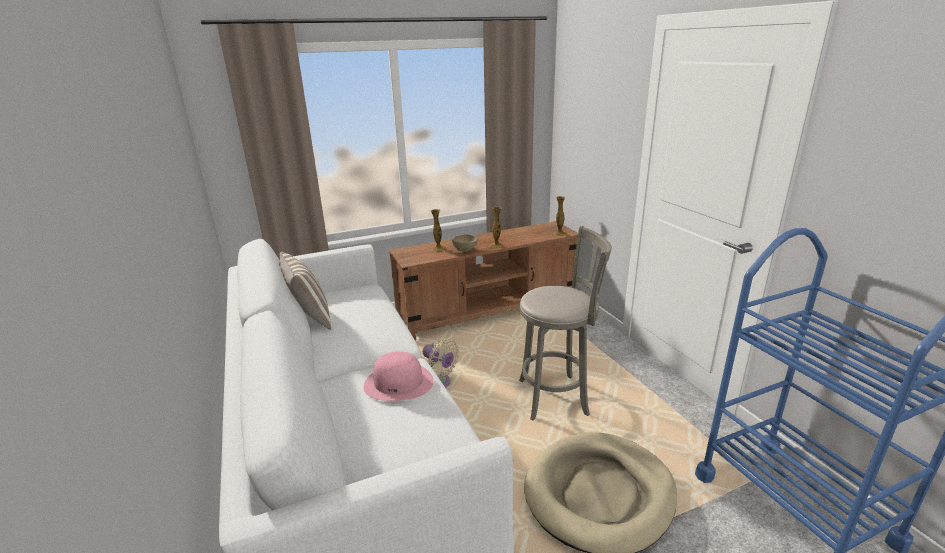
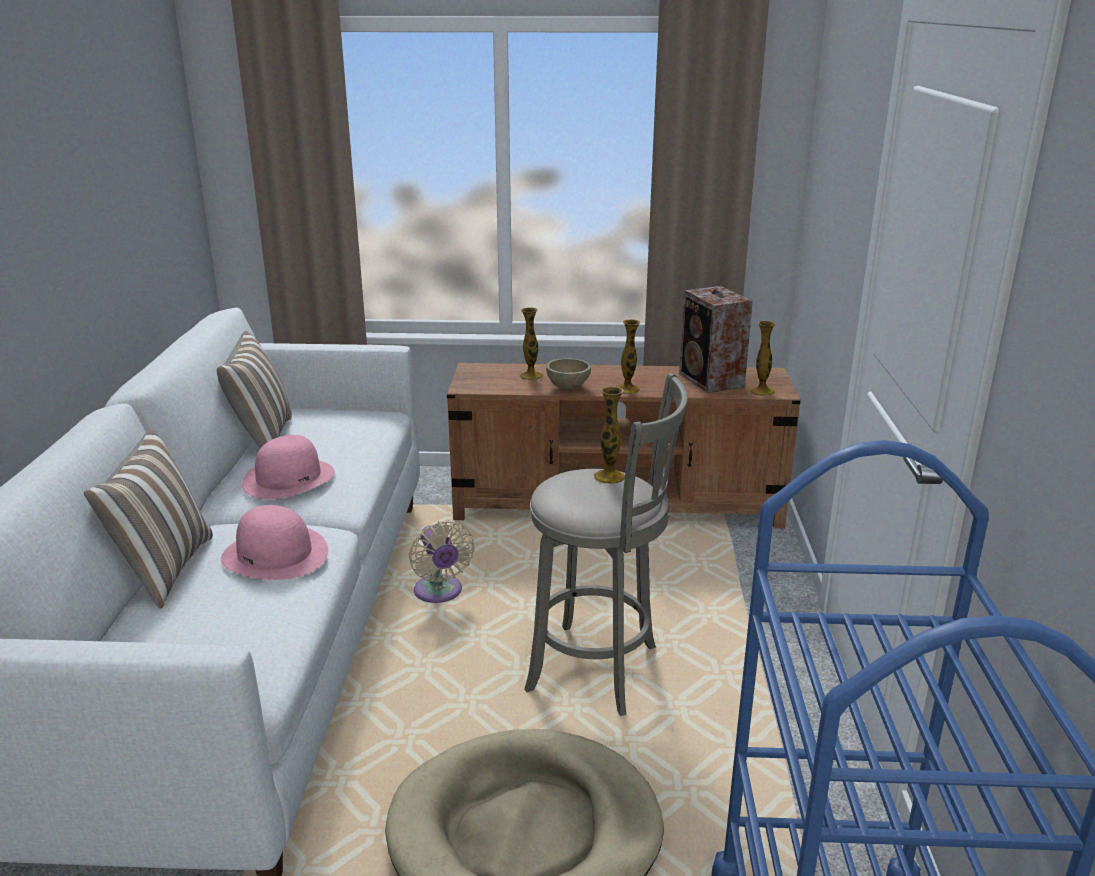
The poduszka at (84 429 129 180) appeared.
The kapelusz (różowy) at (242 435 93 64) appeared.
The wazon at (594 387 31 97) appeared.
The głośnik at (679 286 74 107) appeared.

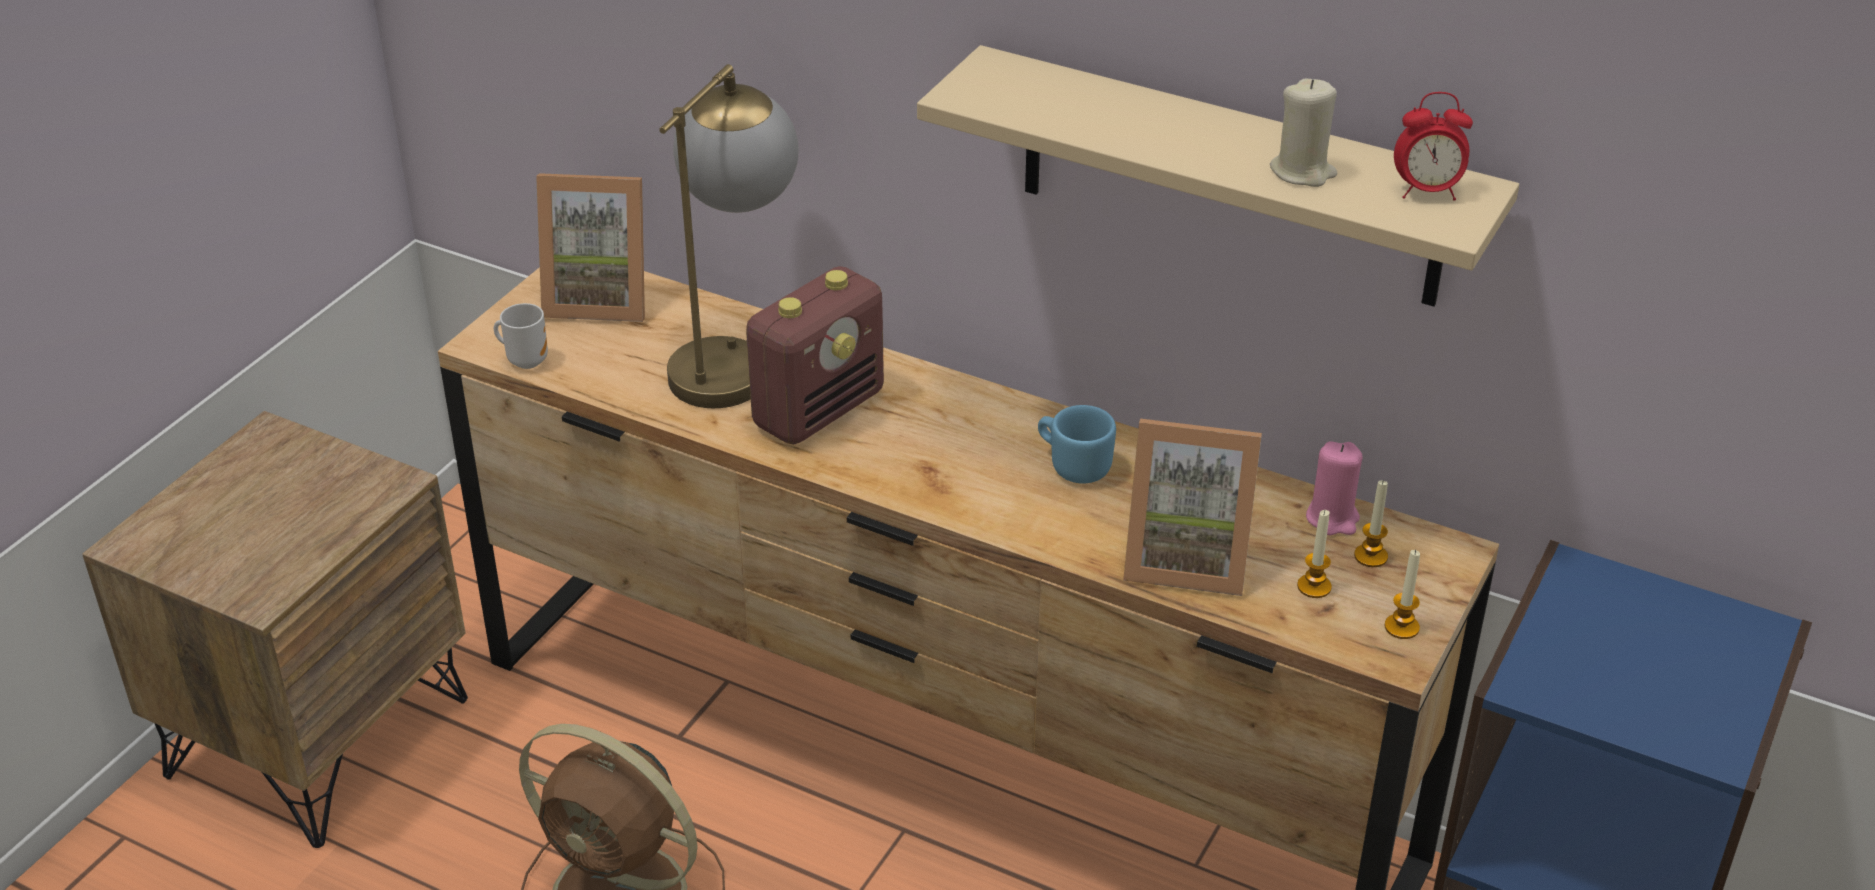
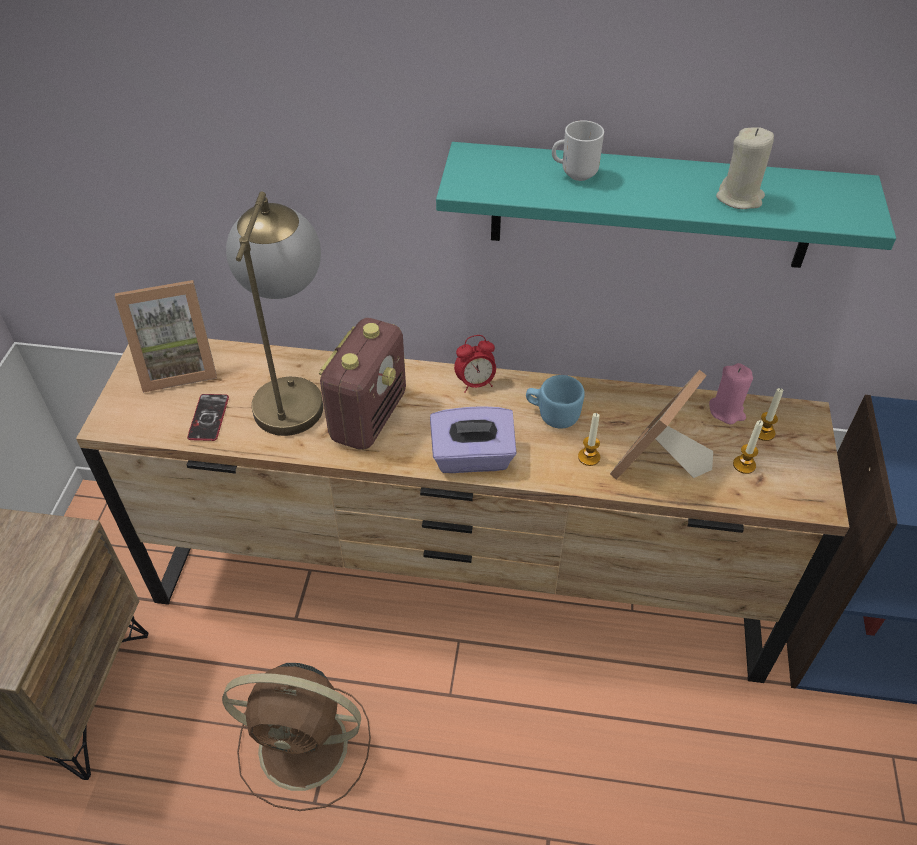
The telefon at (187 394 42 47) appeared.
The pudełko chusteczek (fioletowy) at (430 407 87 66) appeared.
The kubek moved from (494 303 54 66) to (552 120 52 61).
The świeca moved from (1384 550 36 89) to (578 413 22 53).
The budzik moved from (1394 92 79 109) to (454 335 42 58).
The półka (beżowy) at (917 45 602 262) became the półka (turkusowy) at (436 142 460 126).
The ramka na zdjęcie at (1123 419 139 177) turned 135 degrees clockwise.

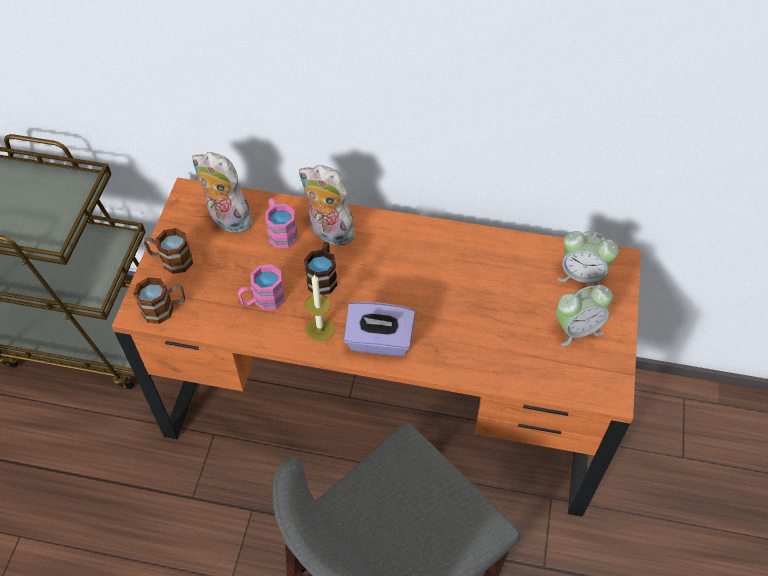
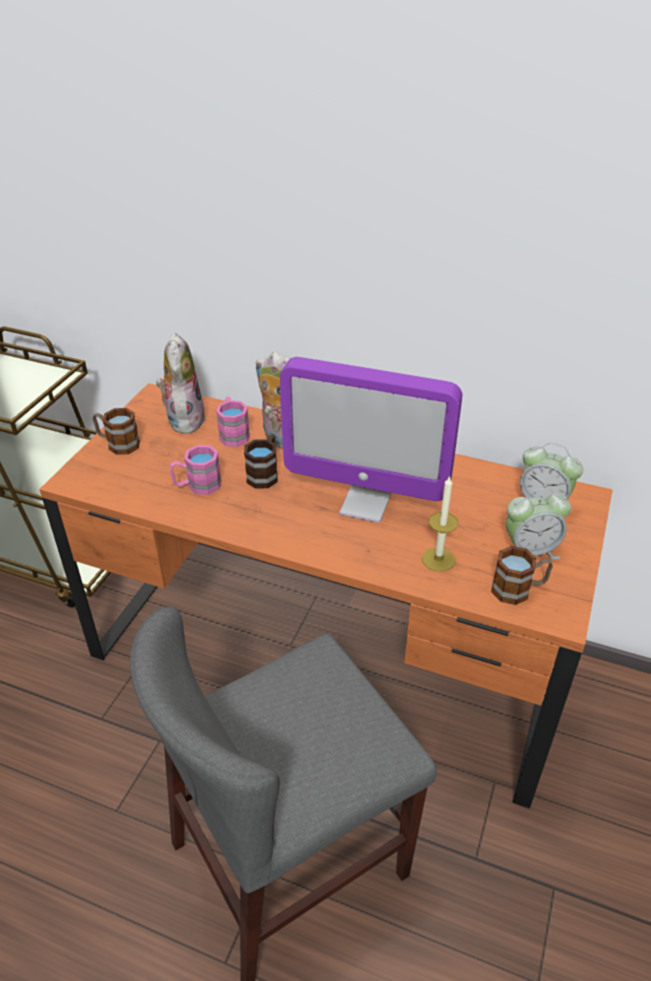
The pudełko chusteczek (fioletowy) at (344 302 71 54) disappeared.
The monitor at (280 357 182 166) appeared.
The kubek moved from (133 277 52 47) to (491 546 62 59).
The świeca moved from (305 274 30 68) to (422 475 36 97).
The pluszak at (192 152 61 81) turned 45 degrees clockwise.

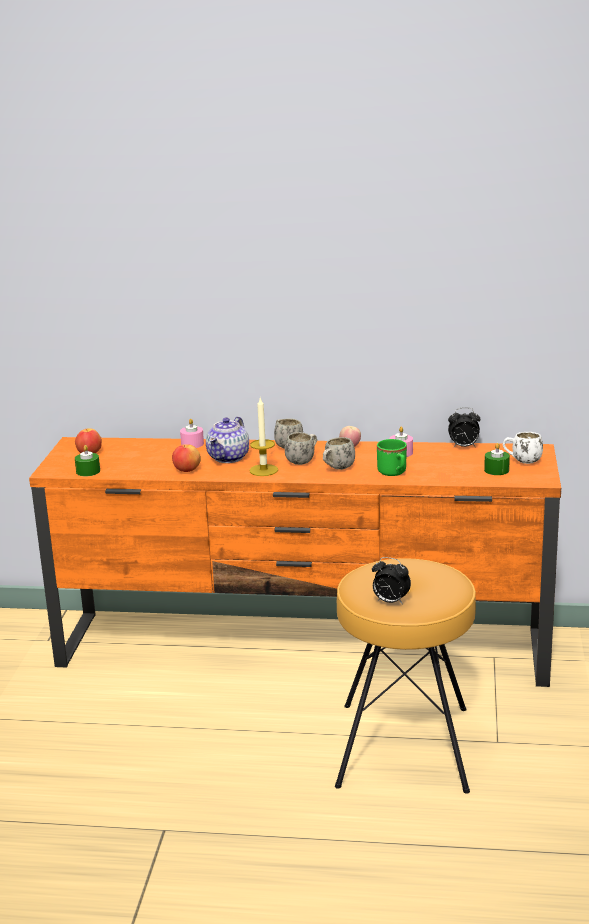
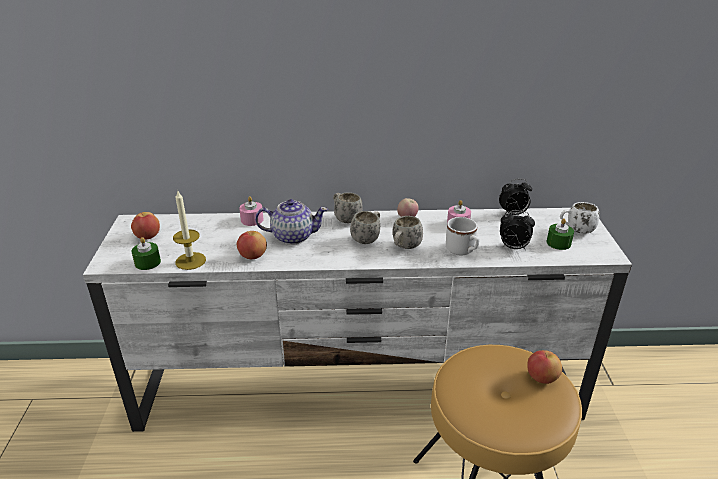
The jabłko at (527 350 35 34) appeared.
The świeca moved from (249 398 29 78) to (173 191 33 79).
The budzik moved from (372 557 39 48) to (500 210 35 40).
The szafka pod telewizor (pomarańczowy) at (29 437 532 250) became the szafka pod telewizor (biały) at (83 208 549 224).
The kubek (zielony) at (377 439 30 37) became the kubek (biały) at (446 217 34 39).
The imbryk at (206 416 43 47) turned 105 degrees counterclockwise.

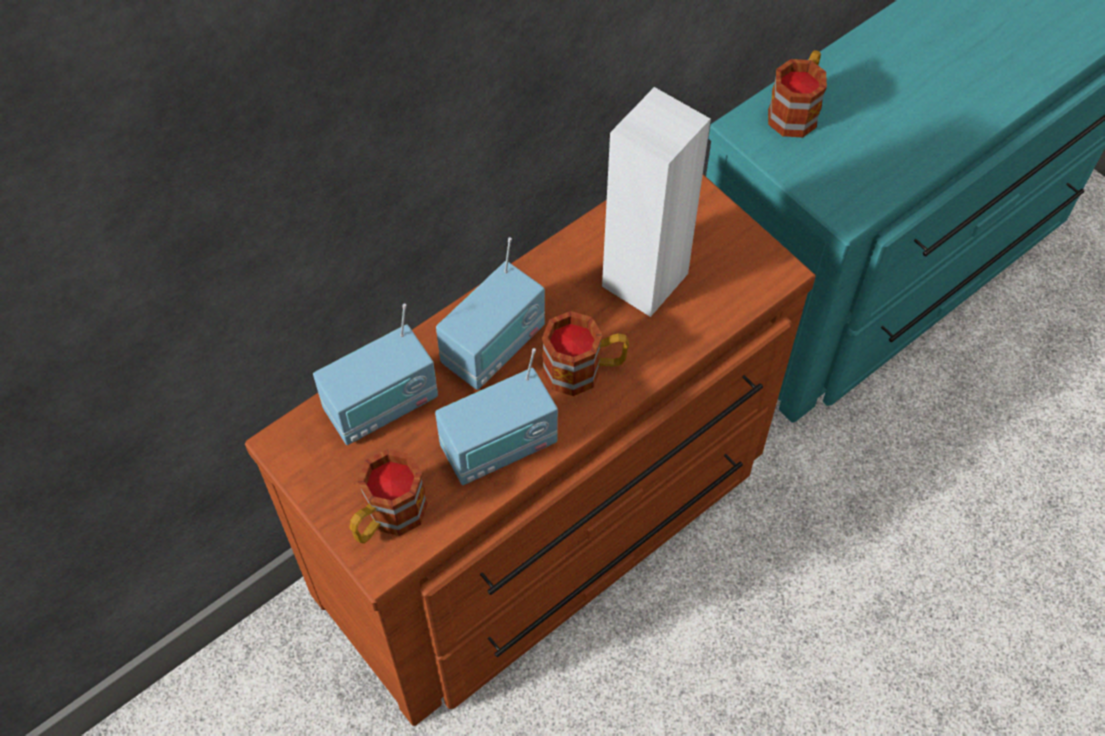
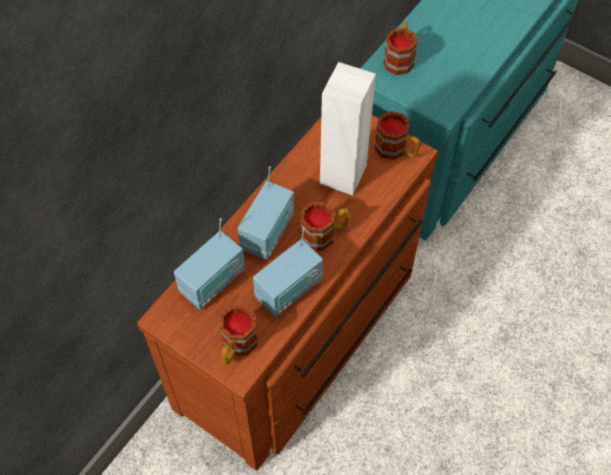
The kubek at (374 111 46 49) appeared.

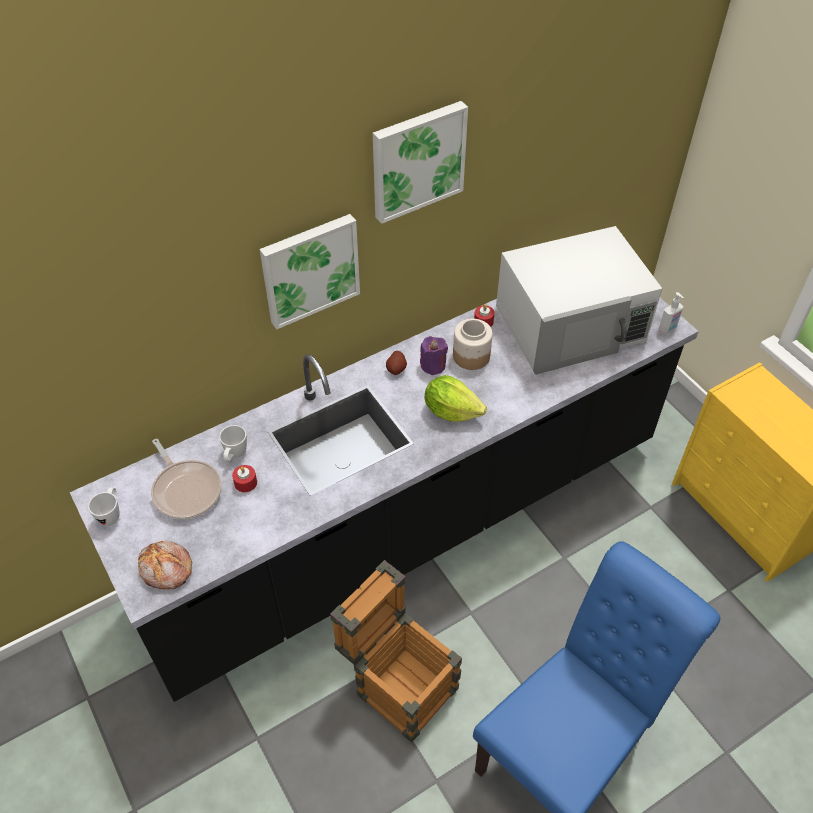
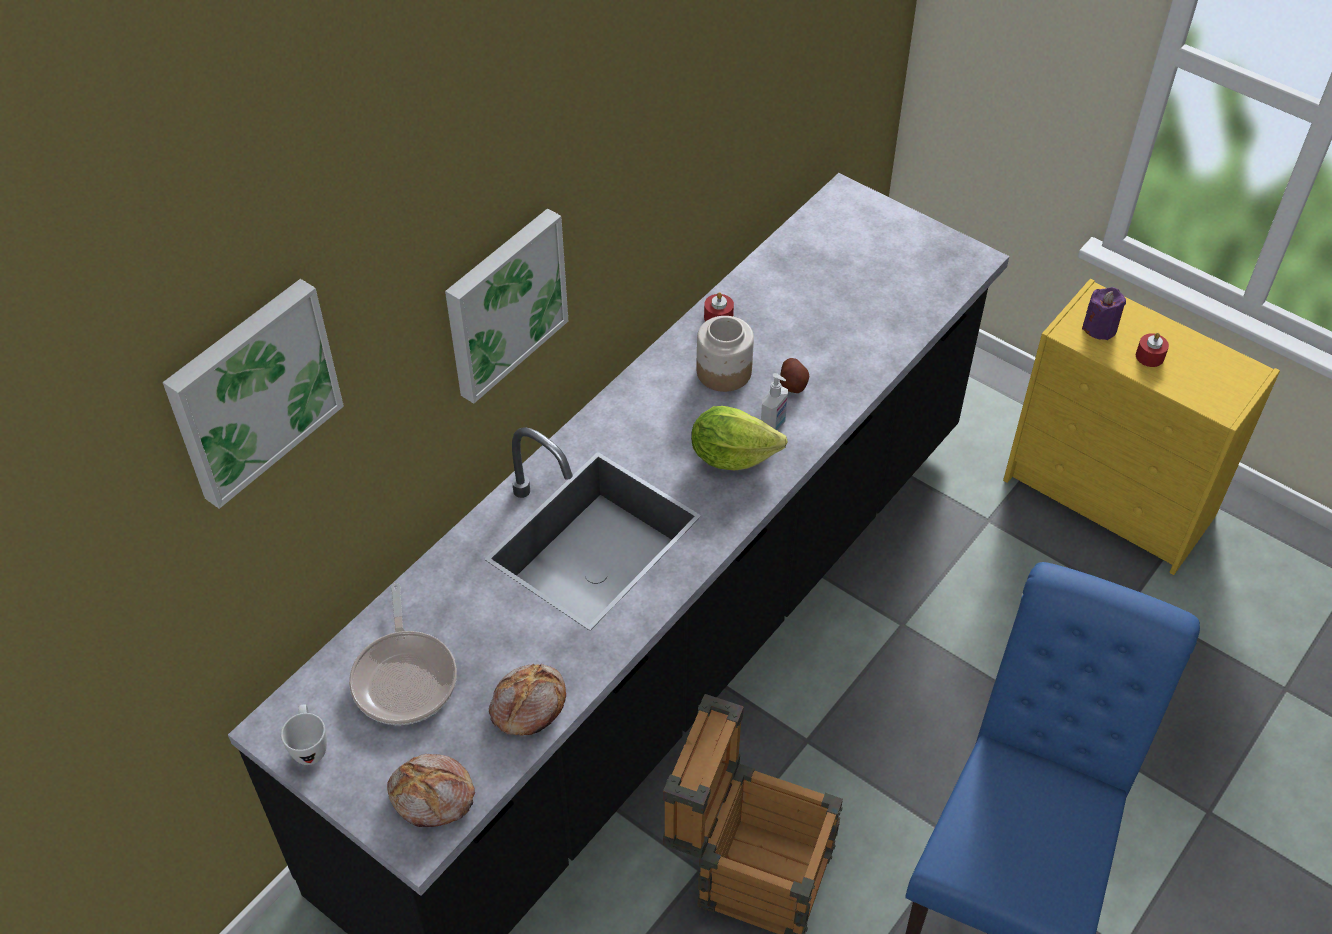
The kubek (biały) at (219 425 28 37) disappeared.
The mikrofalówka (biały) at (496 226 166 149) disappeared.
The chleb at (489 664 77 72) appeared.
The świeca (czerwony) moved from (232 465 25 27) to (1136 333 33 34).
The obraz moved from (373 101 95 123) to (163 279 181 230).
The ziemniak moved from (386 351 21 24) to (780 358 29 35).
The świeca (fioletowy) moved from (420 336 28 39) to (1082 287 44 53).
The dozownik mydła moved from (658 292 26 42) to (761 373 27 58).
The patelnia at (151 439 71 81) turned 45 degrees clockwise.

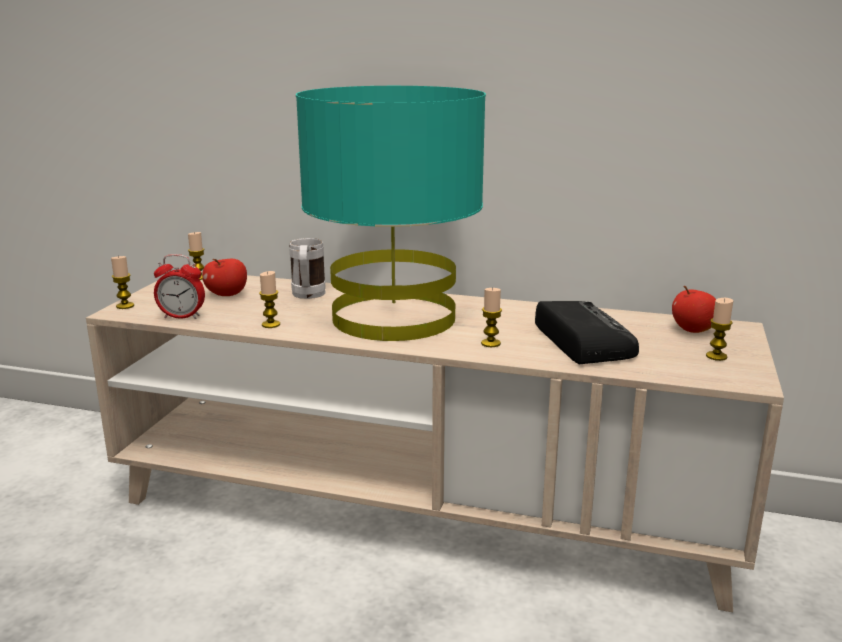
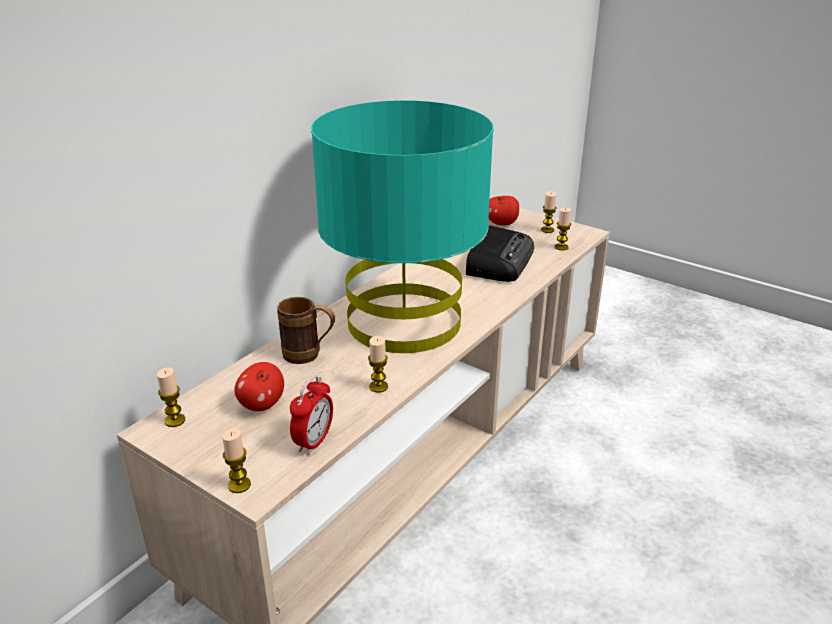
The świeca moved from (481 287 21 60) to (555 208 16 43).
The kubek (biały) at (289 238 37 61) became the kubek (brązowy) at (277 297 58 67).
The radio at (535 301 104 63) turned 105 degrees clockwise.

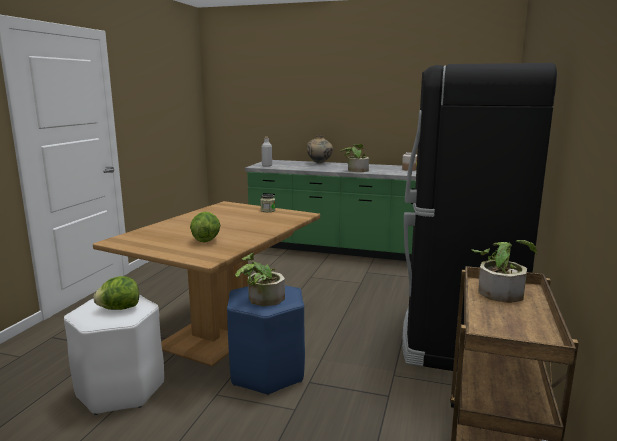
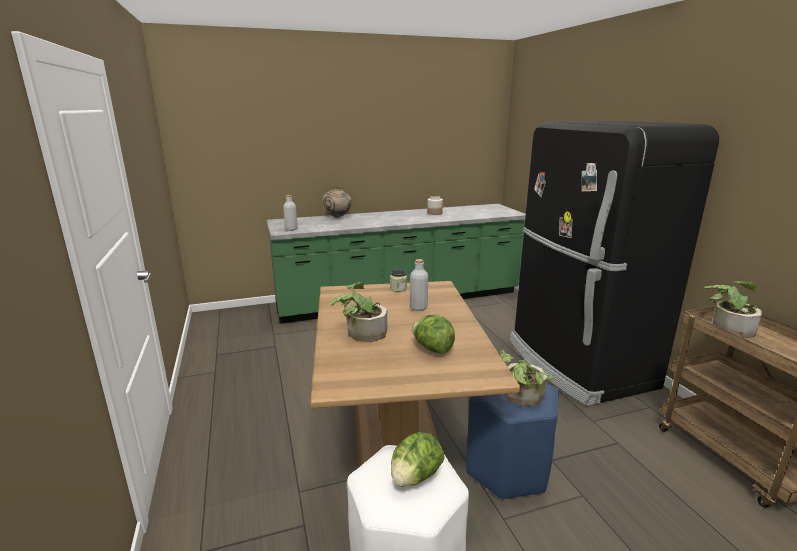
The butelka (szary) at (410 259 18 52) appeared.
The roślina doniczkowa moved from (340 144 29 28) to (329 282 58 60).

